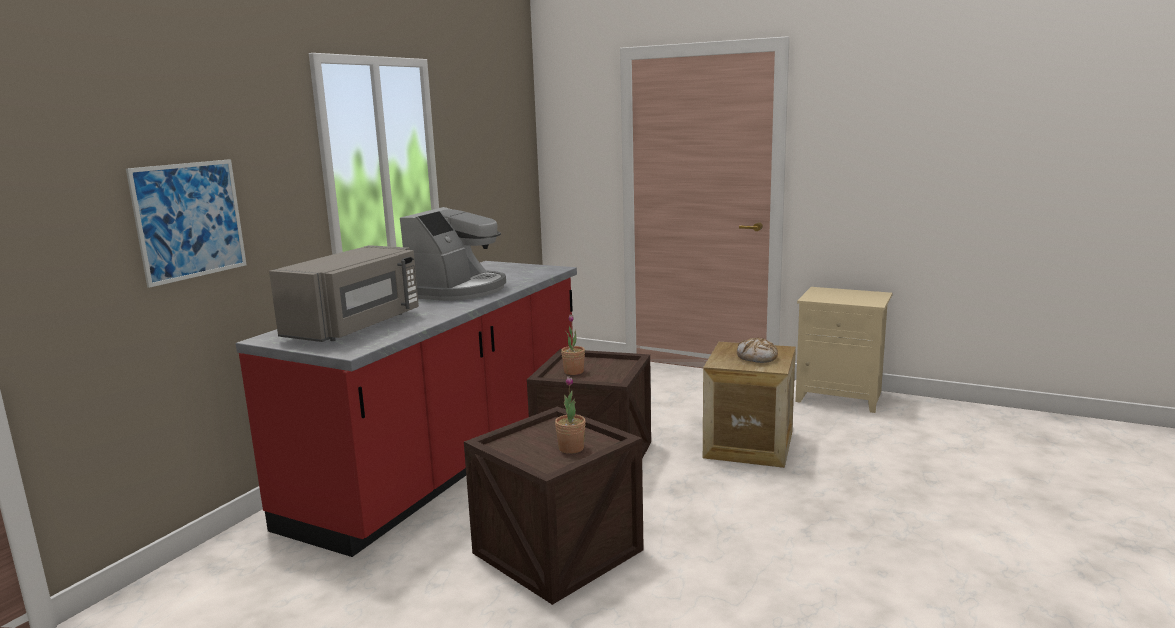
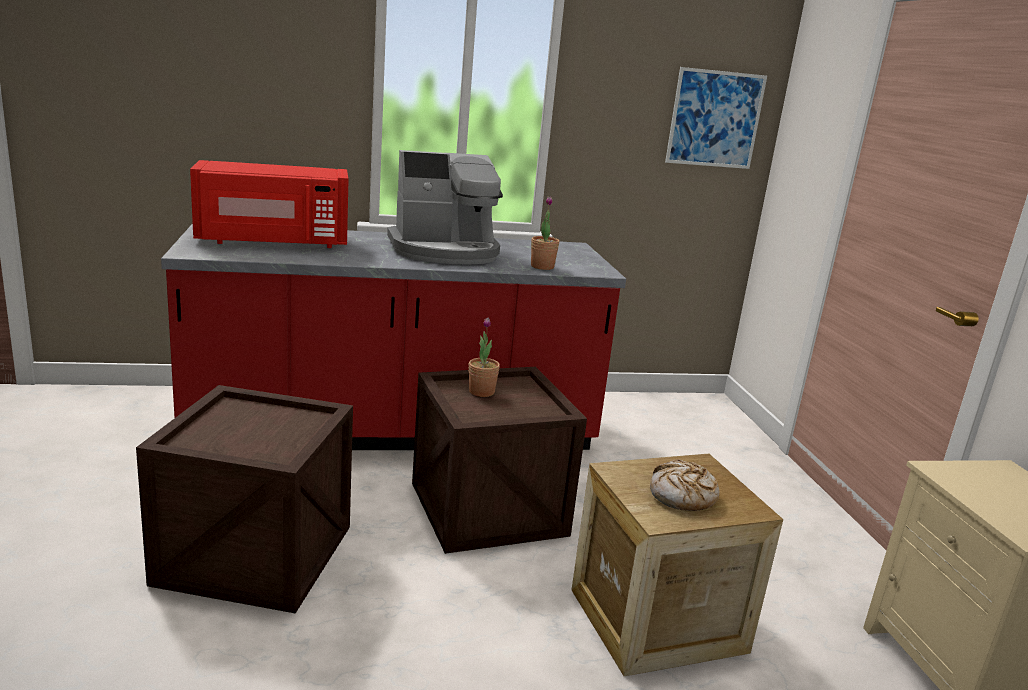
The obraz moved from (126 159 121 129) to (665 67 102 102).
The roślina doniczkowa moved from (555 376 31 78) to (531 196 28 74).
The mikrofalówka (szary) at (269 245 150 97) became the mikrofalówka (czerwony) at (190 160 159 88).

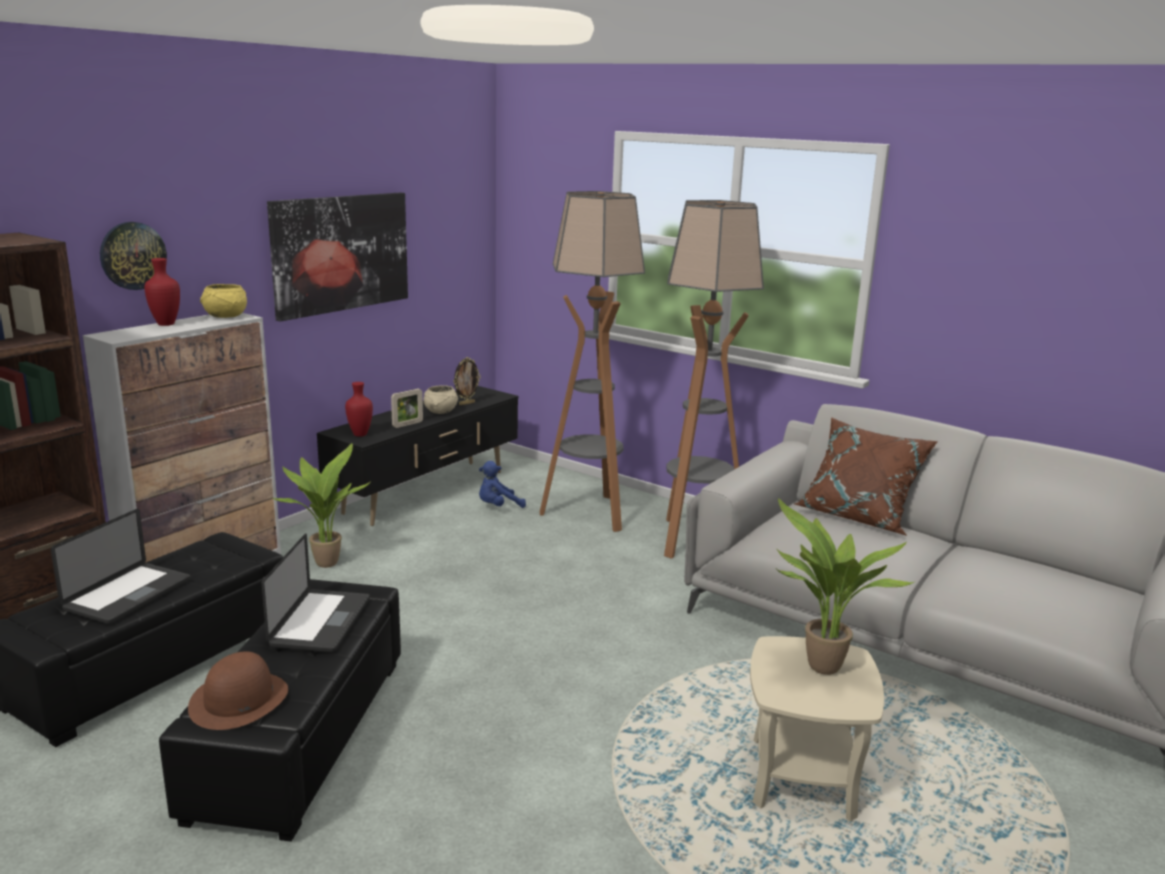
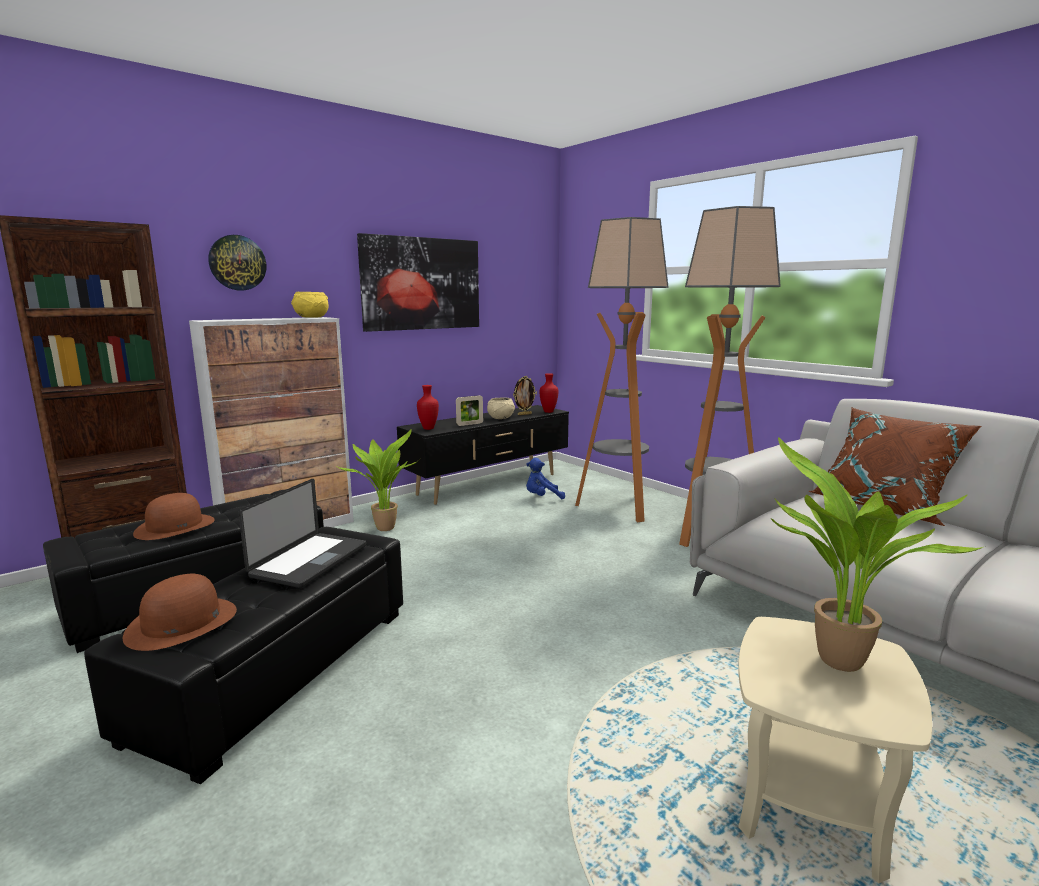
The wazon (czerwony) moved from (144 258 36 68) to (540 373 18 40).
The laptop at (51 509 139 115) was replaced by the kapelusz (brązowy) at (133 493 82 47).

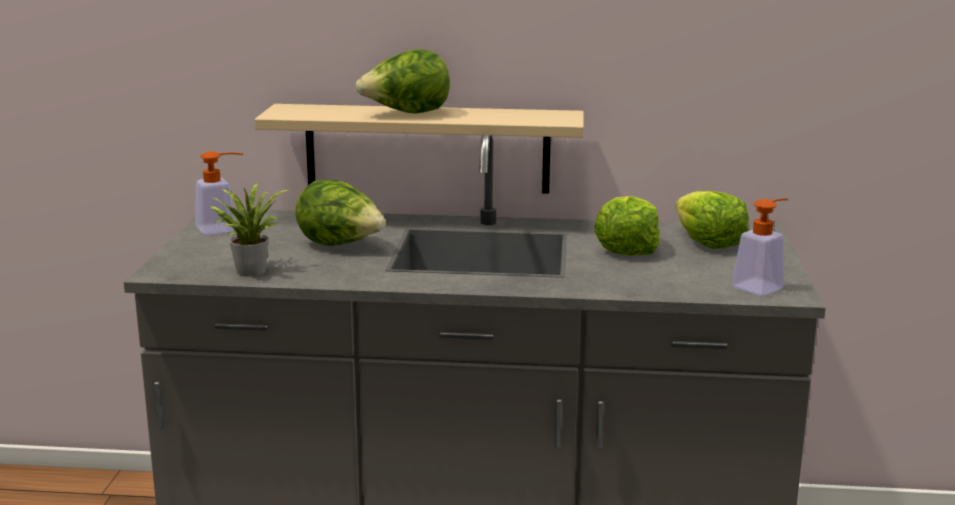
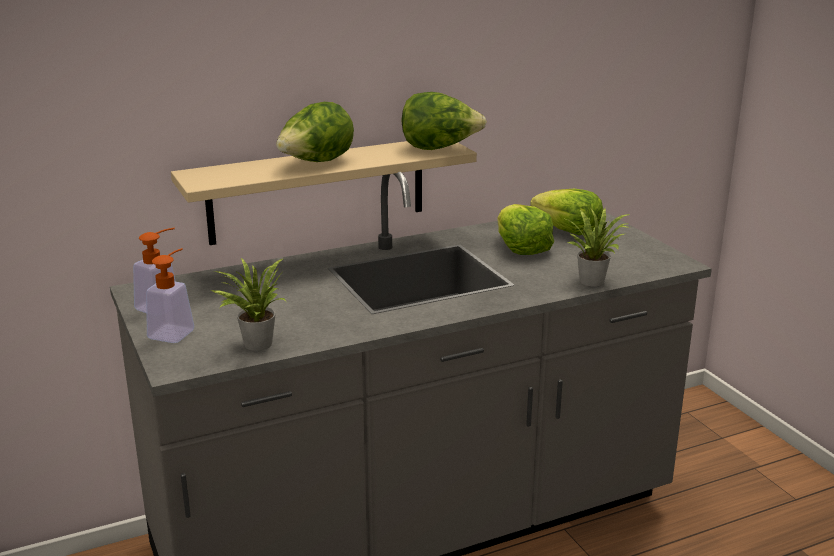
The roślina doniczkowa at (566 208 64 79) appeared.
The sałata moved from (295 180 91 66) to (401 92 86 58).
The dozownik mydła moved from (732 198 56 98) to (146 248 48 95).

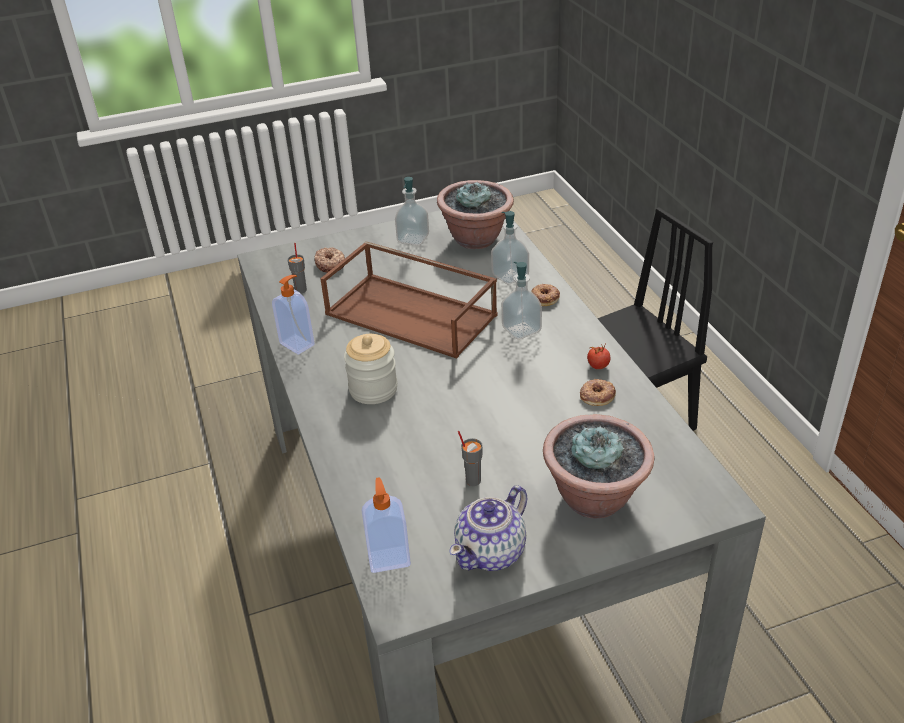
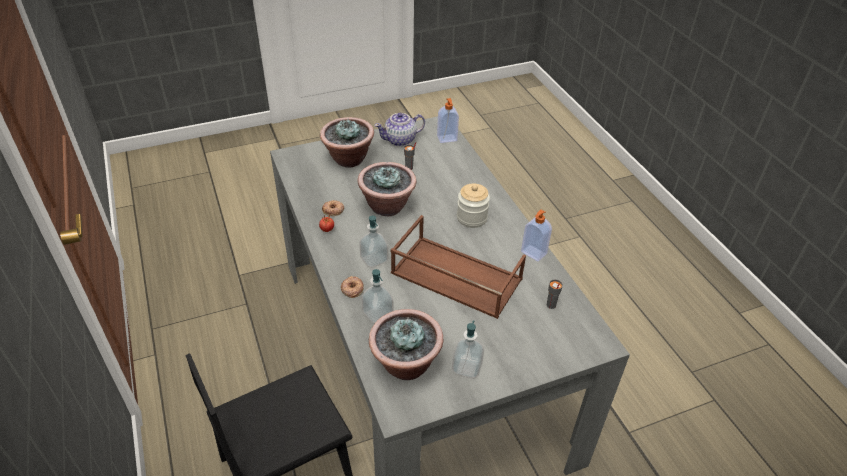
The donut at (314 247 31 25) disappeared.
The roślina doniczkowa at (357 162 59 54) appeared.
The imbryk at (450 486 77 85) turned 150 degrees counterclockwise.

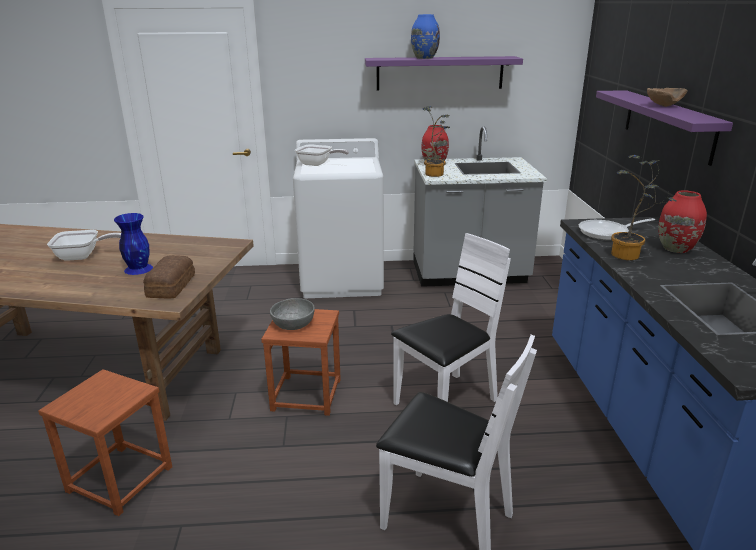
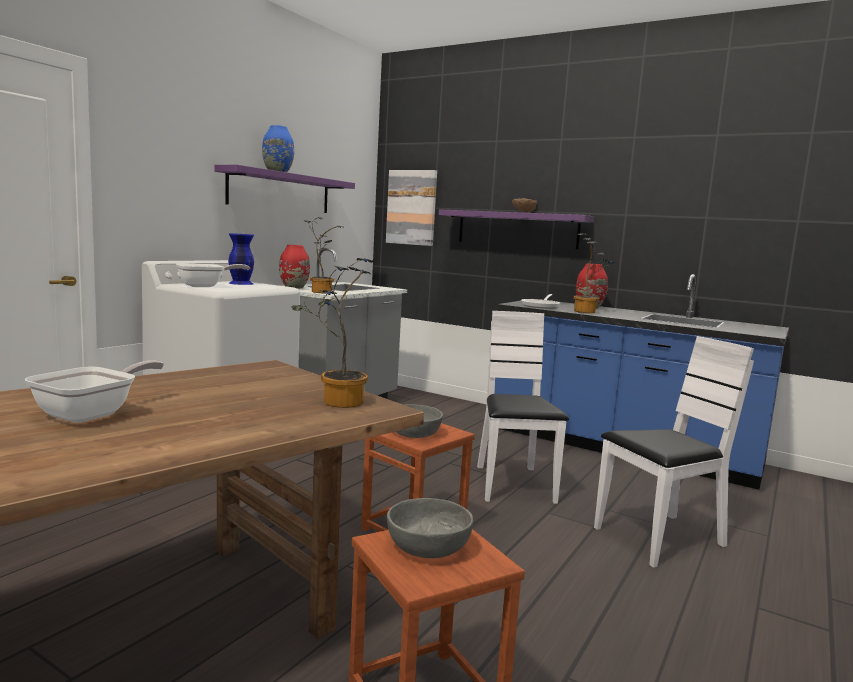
The obraz at (386 170 51 76) appeared.
The miska (szary) at (387 498 86 60) appeared.
The wazon (niebieski) moved from (114 213 39 62) to (228 233 26 52).
The chleb at (143 255 52 43) was replaced by the roślina doniczkowa at (291 258 83 150).

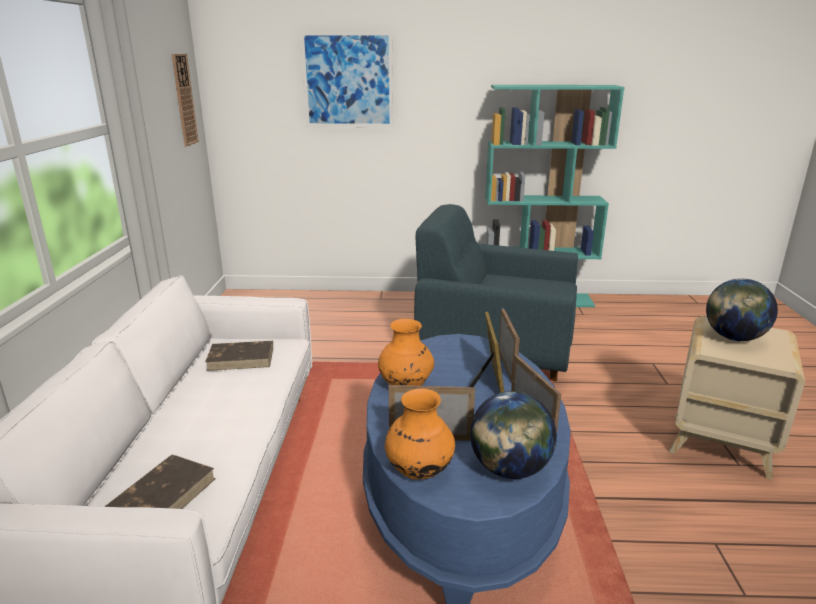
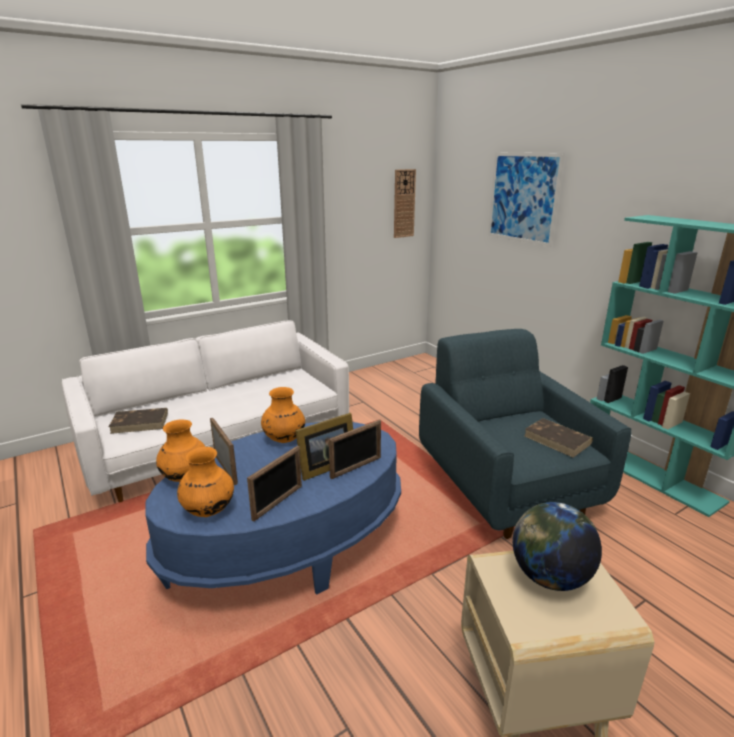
The książka (brązowy) moved from (205 341 68 30) to (524 418 69 40).
The globus at (470 391 87 88) was replaced by the wazon (pomarańczowy) at (177 447 57 70).

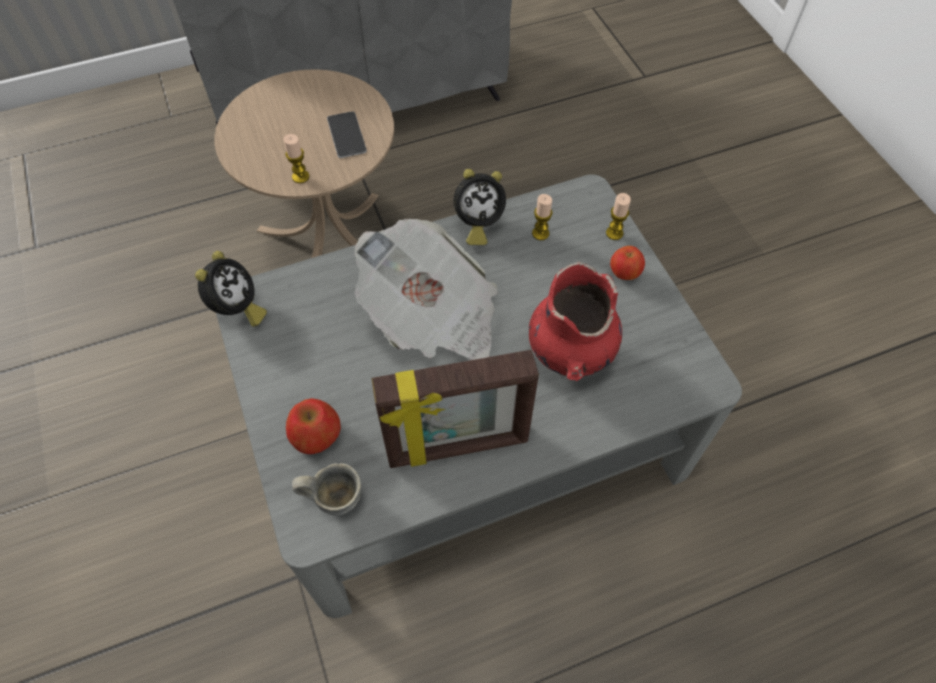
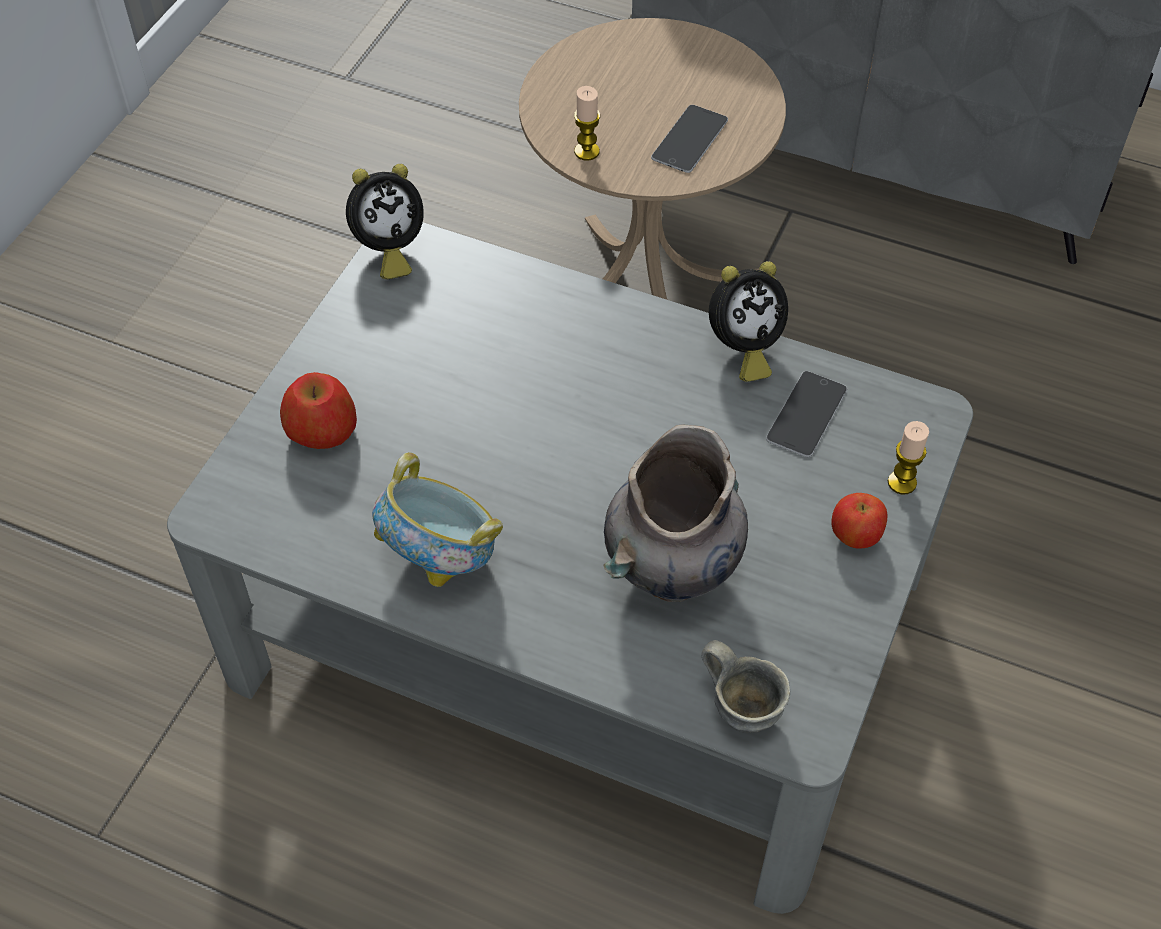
The gazeta at (354 219 143 141) disappeared.
The kubek (szary) moved from (292 463 69 53) to (701 640 89 93).
The ramka na zdjęcie at (371 350 168 118) was replaced by the miska at (372 452 131 135).
The świeca at (532 194 20 46) was replaced by the telefon at (766 371 81 87).
The wazon (czerwony) at (529 262 93 119) became the wazon (szary) at (603 424 145 178).
The budzik at (453 169 53 76) turned 60 degrees counterclockwise.

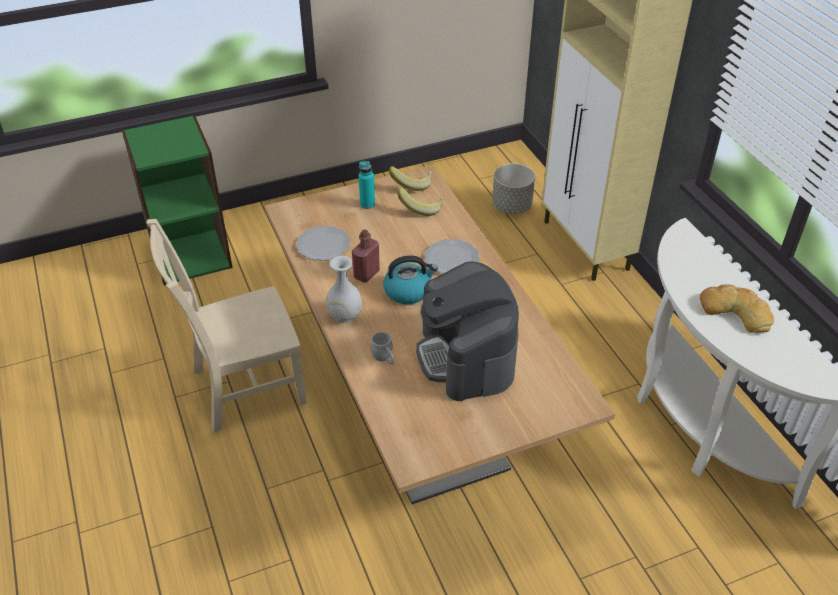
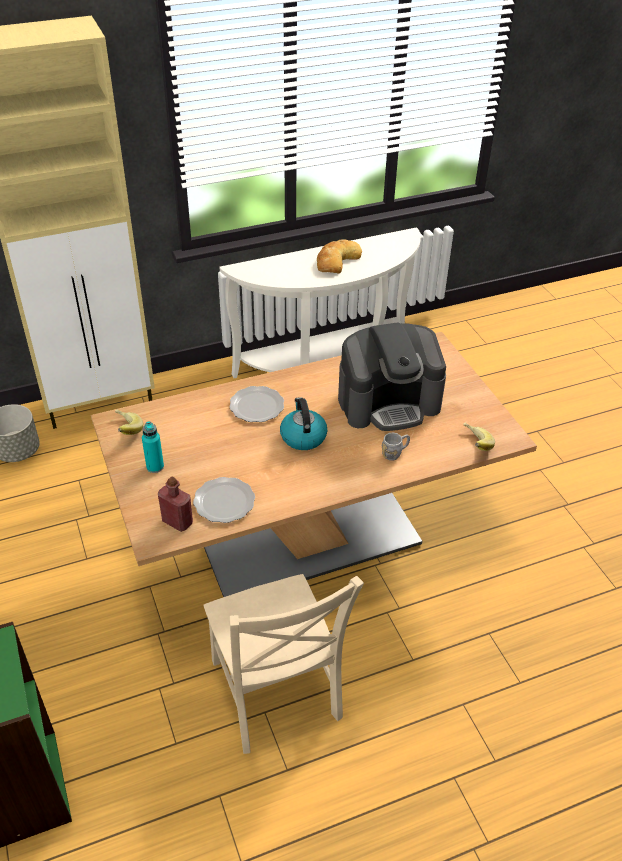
The wazon (biały) at (326 256 36 67) disappeared.
The butelka (czerwony) moved from (352 229 28 54) to (158 477 35 55).
The banan moved from (397 188 48 28) to (463 422 32 29).

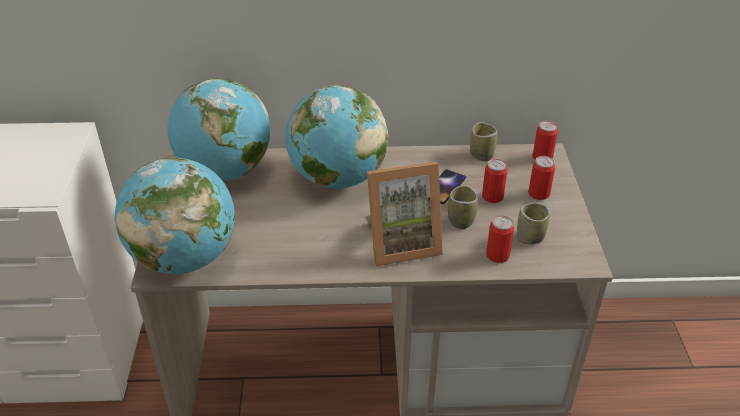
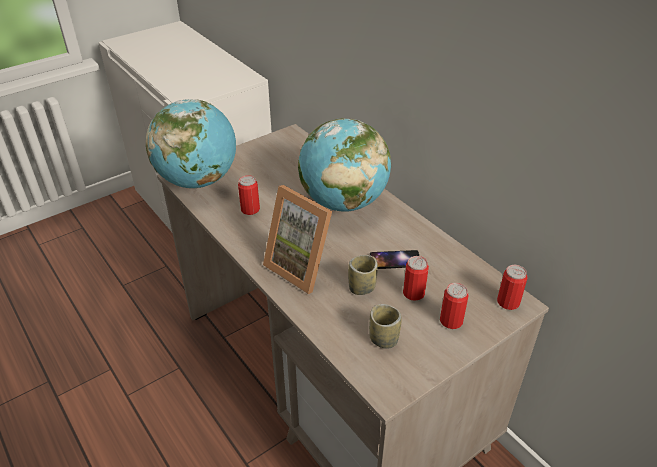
The globus at (167 78 103 103) disappeared.
The filiżanka at (470 122 27 39) disappeared.
The puszka moved from (486 215 28 48) to (238 175 22 40).

